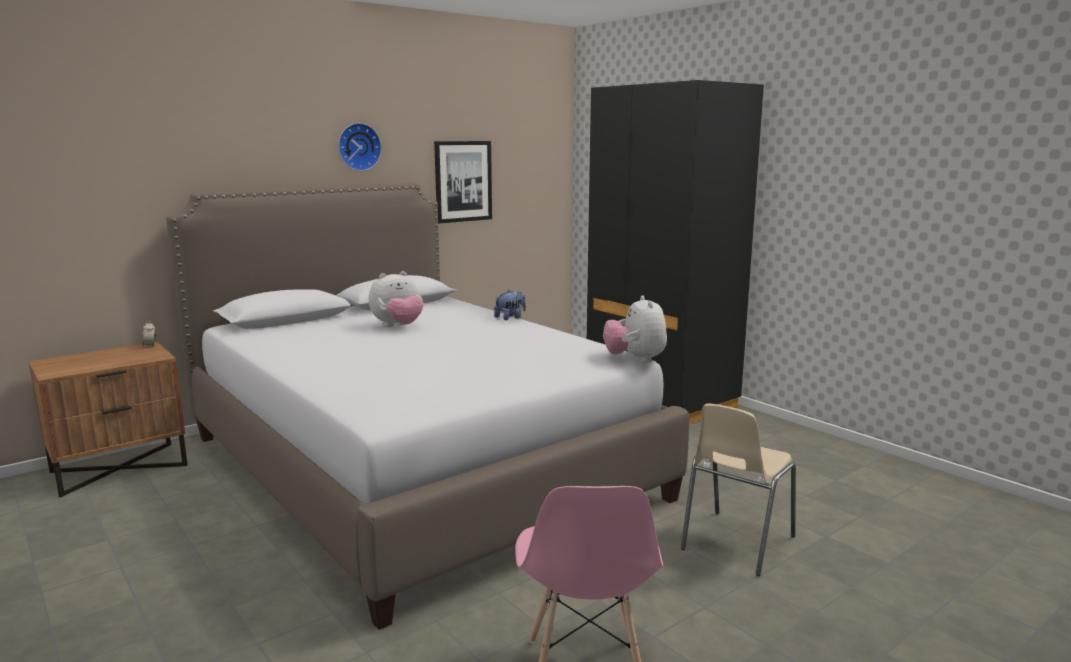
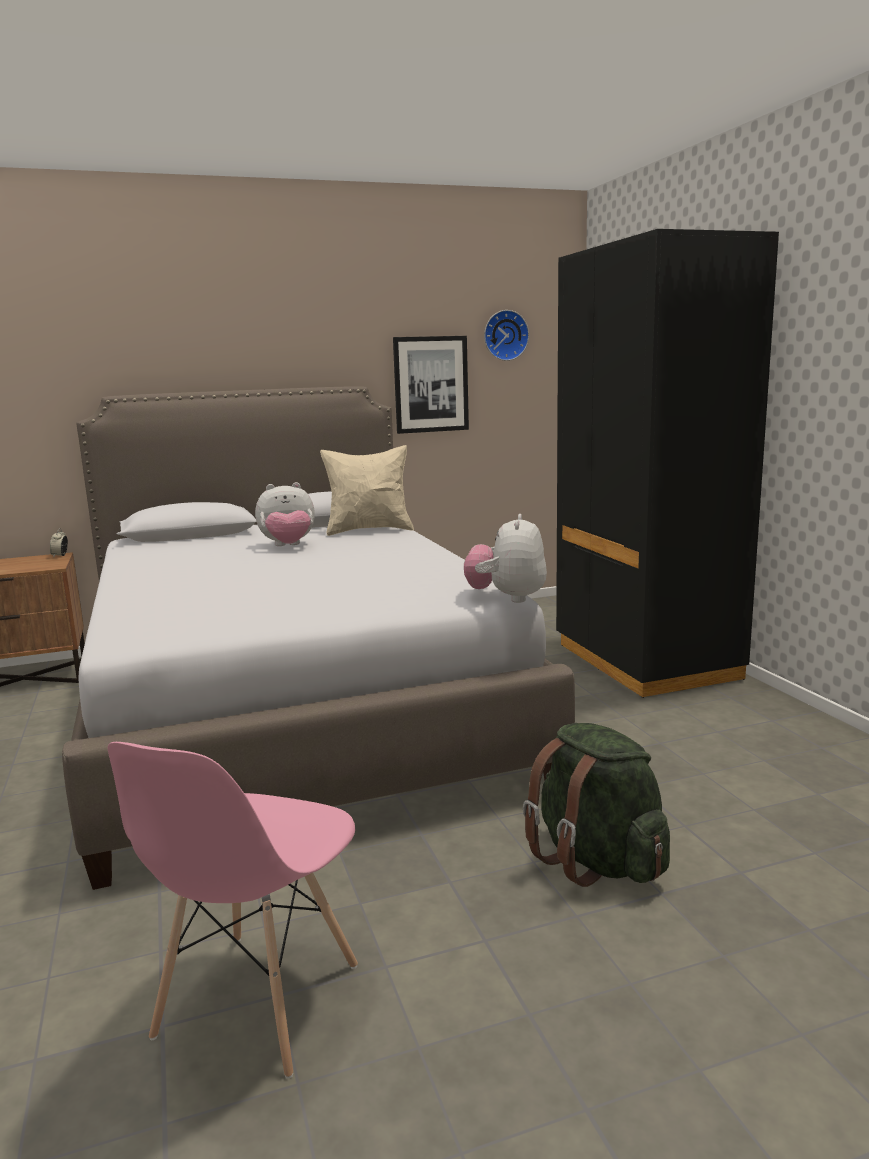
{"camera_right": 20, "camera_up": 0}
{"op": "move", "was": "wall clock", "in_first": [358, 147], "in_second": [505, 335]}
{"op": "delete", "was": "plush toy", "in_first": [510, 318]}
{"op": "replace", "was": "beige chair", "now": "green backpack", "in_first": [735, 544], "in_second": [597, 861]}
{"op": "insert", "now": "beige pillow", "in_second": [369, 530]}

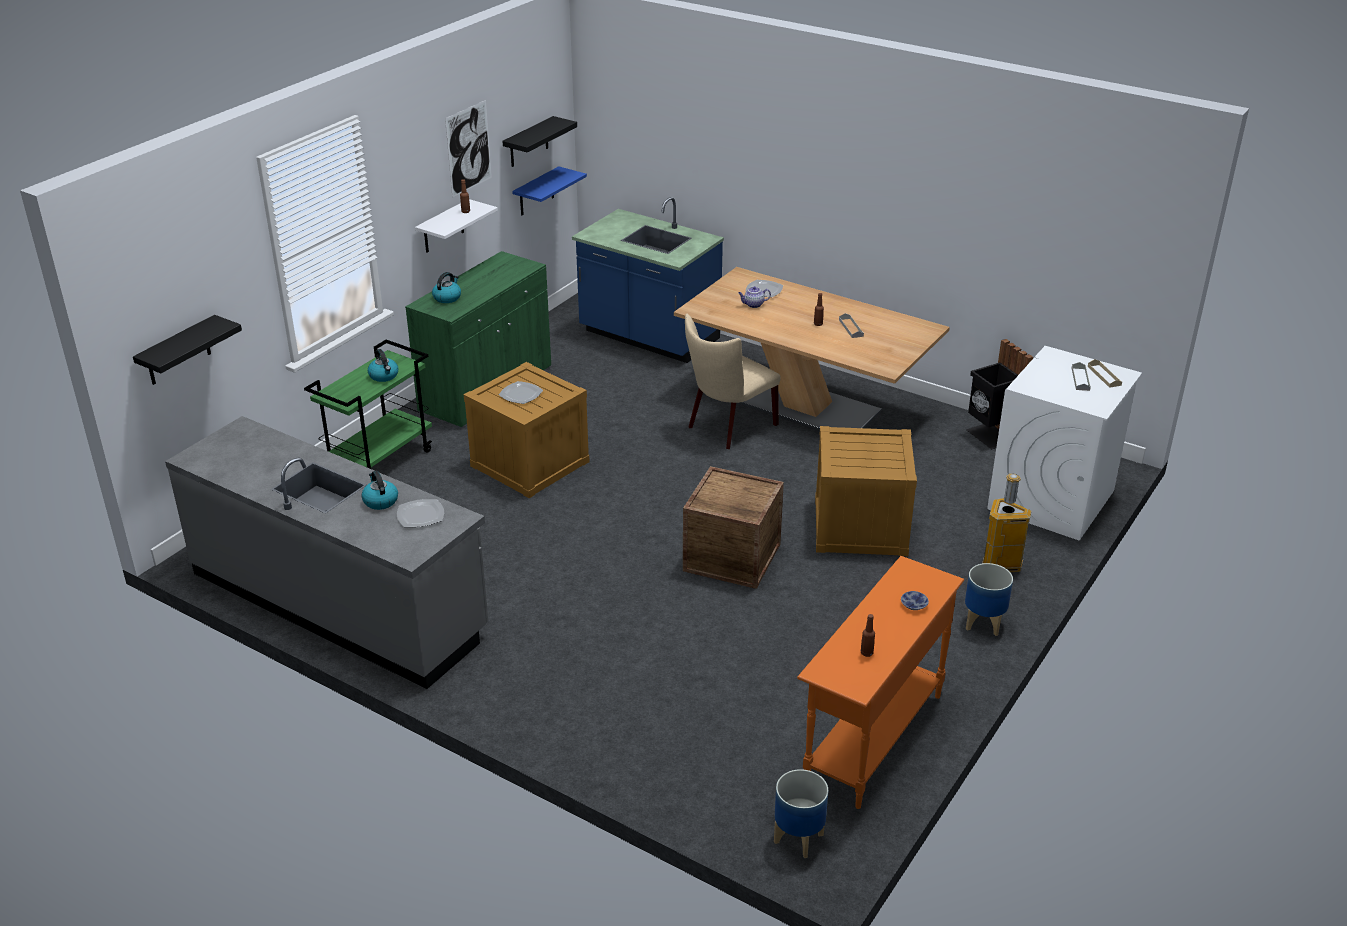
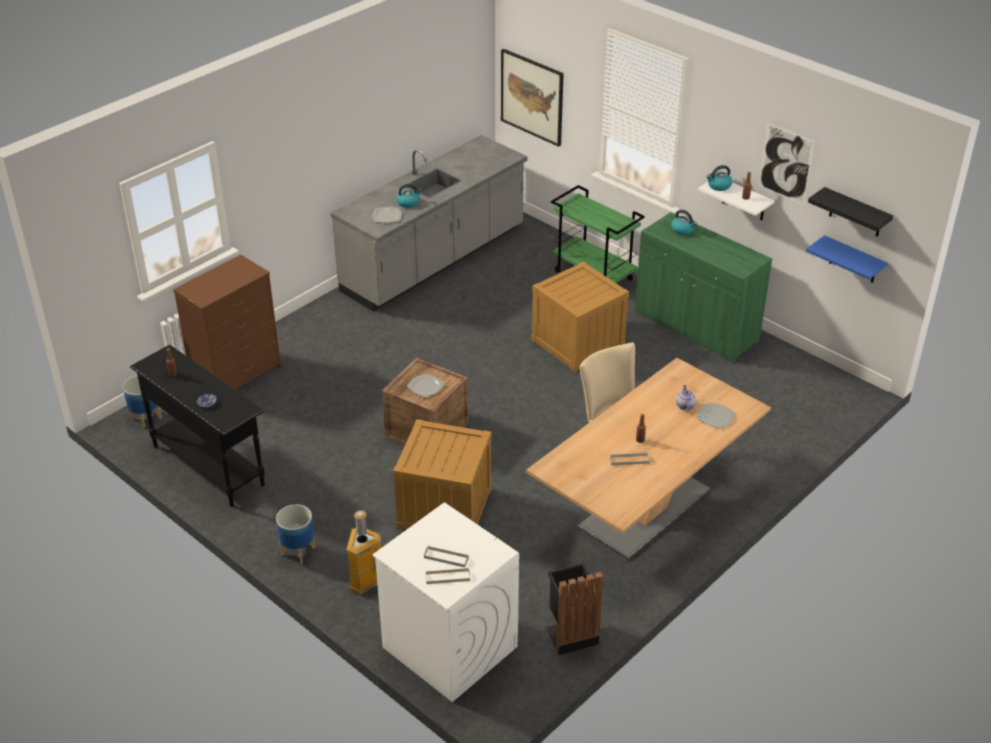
{"camera_right": 100, "camera_up": 5}
{"op": "delete", "was": "blue counter", "in_first": [648, 337]}
{"op": "replace", "was": "black shelf", "now": "picture", "in_first": [178, 351], "in_second": [532, 97]}
{"op": "move", "was": "kettle", "in_first": [384, 376], "in_second": [719, 186]}
{"op": "move", "was": "plate", "in_first": [520, 394], "in_second": [425, 386]}
{"op": "recolor", "was": "orange console table", "now": "black console table", "in_first": [873, 739], "in_second": [208, 465]}
{"op": "insert", "now": "brown dresser", "in_second": [237, 375]}

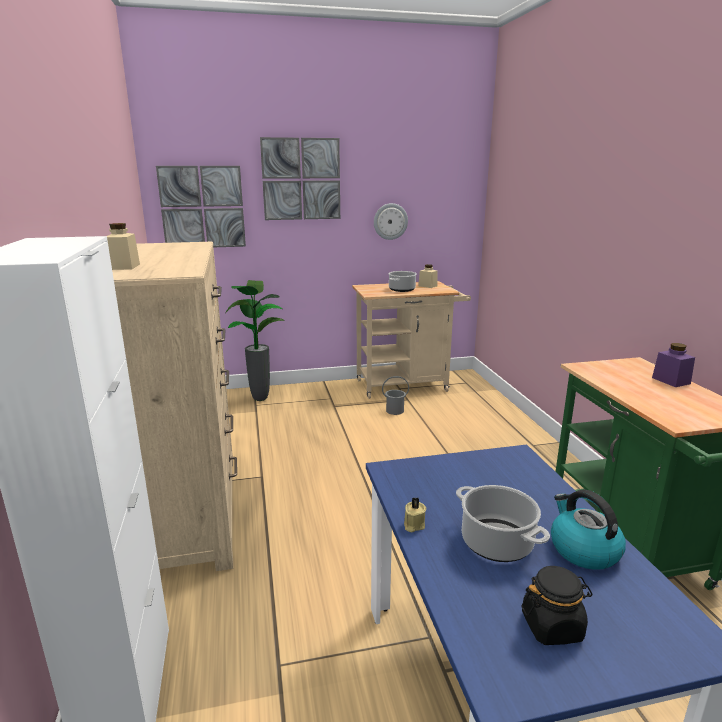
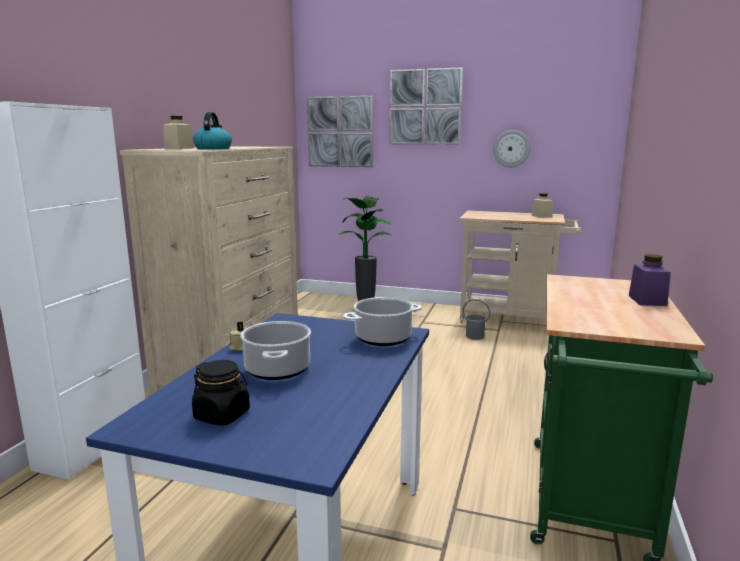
{"camera_right": 30, "camera_up": -5}
{"op": "move", "was": "cooking pot", "in_first": [402, 289], "in_second": [382, 338]}
{"op": "move", "was": "kettle", "in_first": [583, 550], "in_second": [213, 148]}

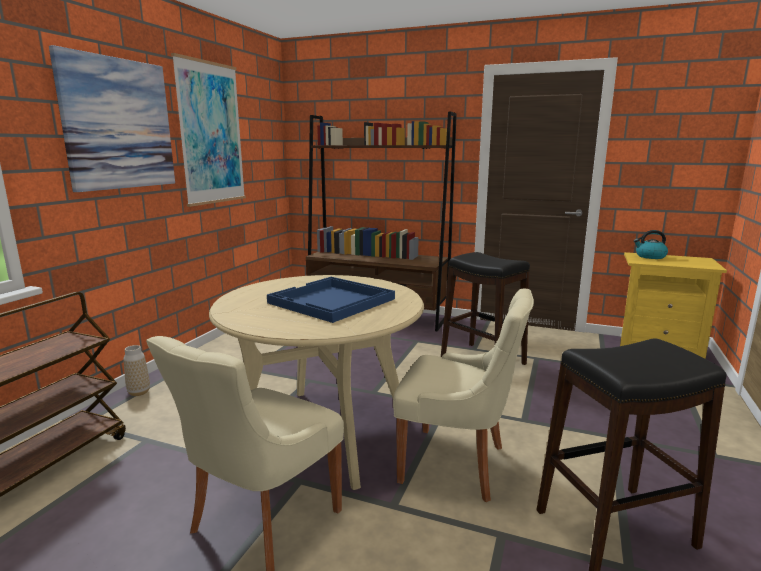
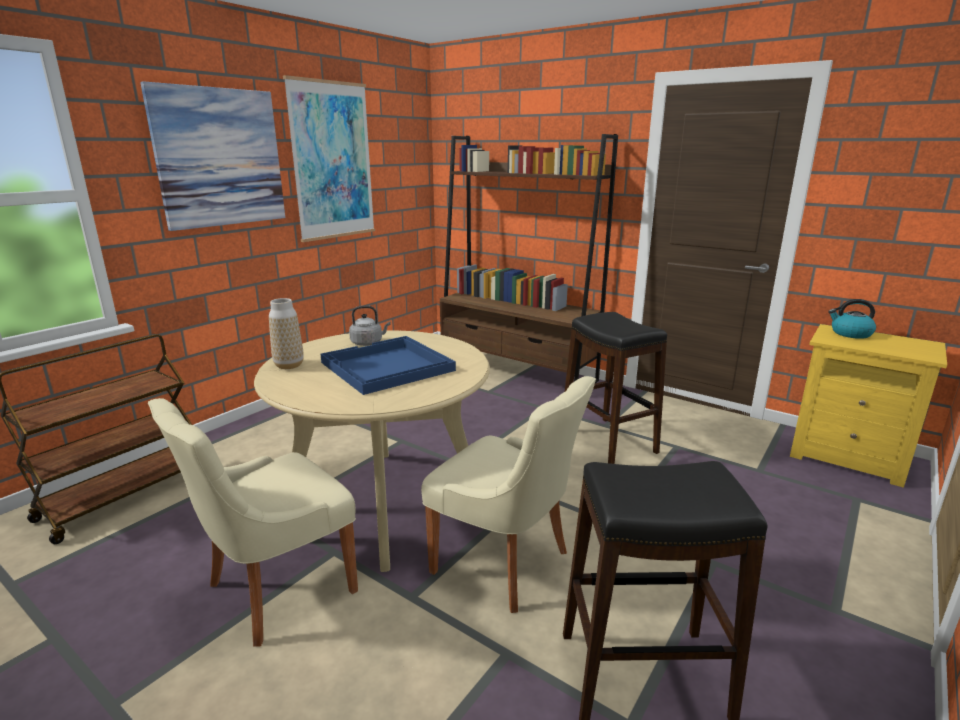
{"camera_right": 15, "camera_up": 5}
{"op": "move", "was": "vase", "in_first": [139, 392], "in_second": [289, 365]}
{"op": "insert", "now": "grey kettle", "in_second": [368, 343]}

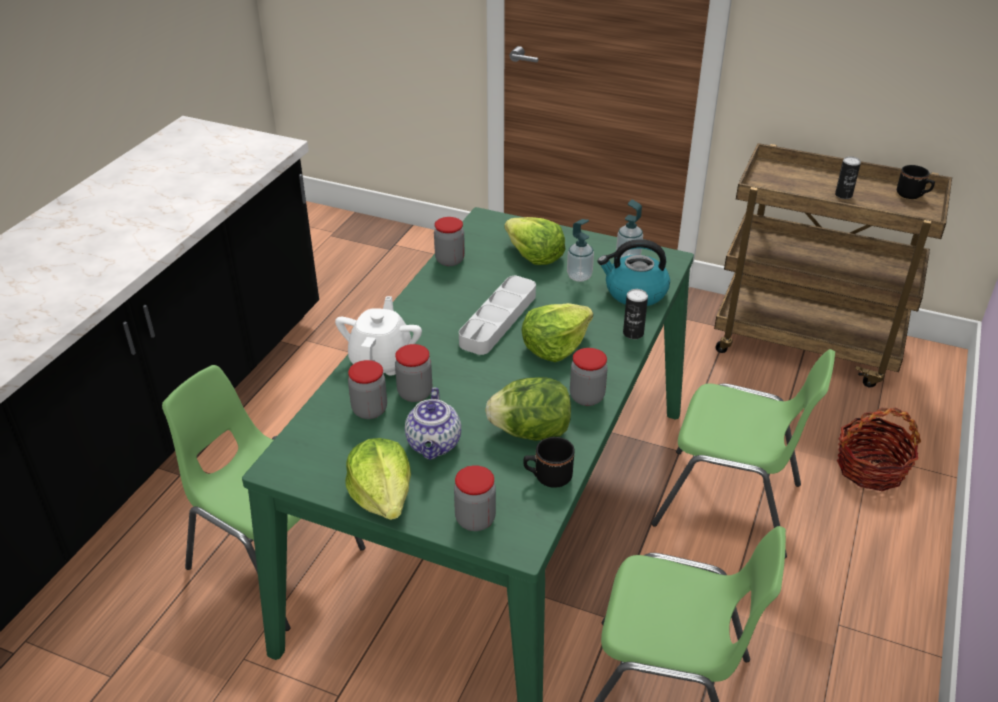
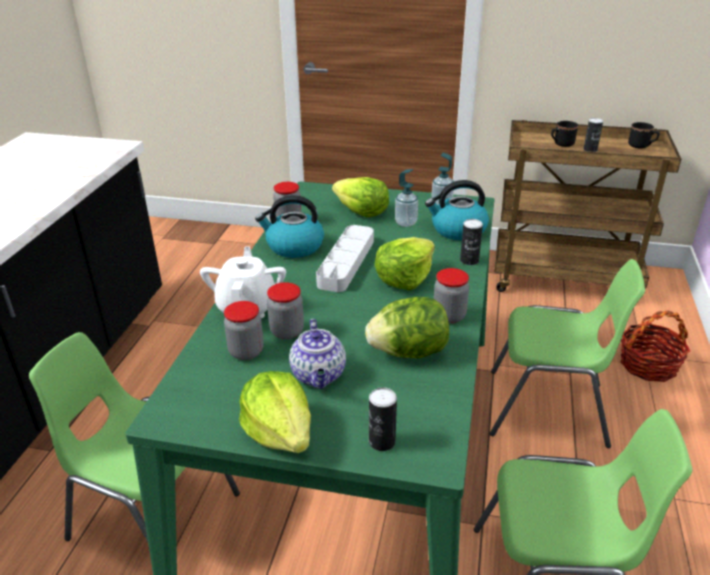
{"camera_right": -10, "camera_up": -5}
{"op": "move", "was": "black mug", "in_first": [547, 477], "in_second": [561, 144]}
{"op": "replace", "was": "jar", "now": "can", "in_first": [475, 519], "in_second": [382, 442]}
{"op": "insert", "now": "kettle", "in_second": [294, 246]}

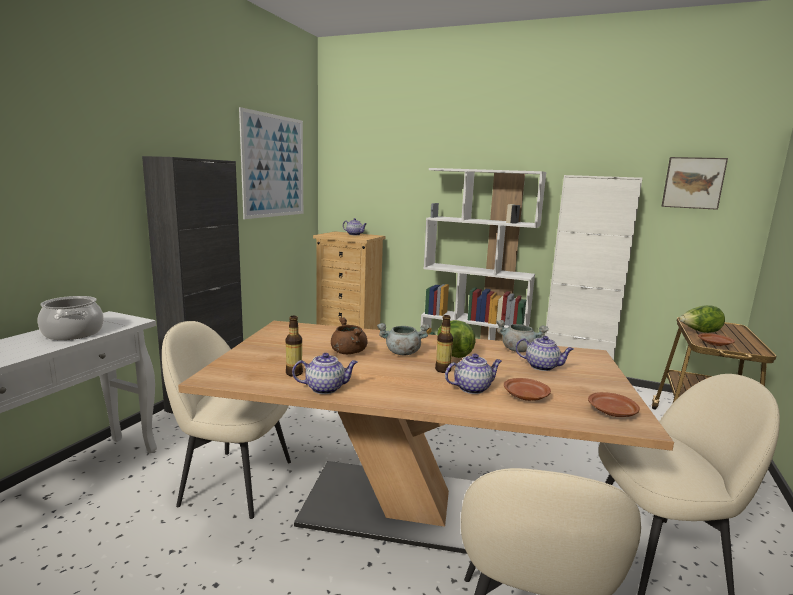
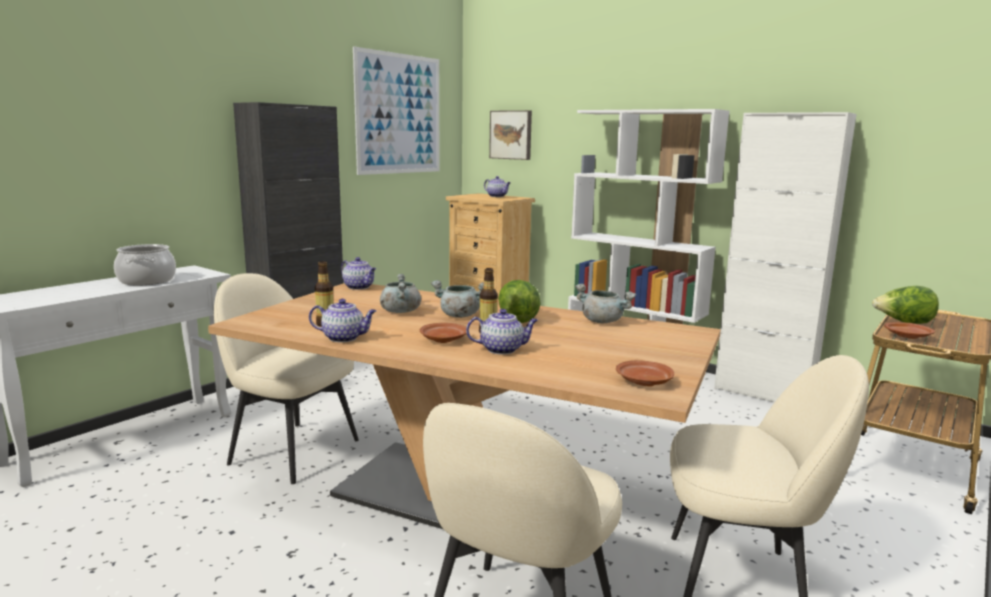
{"camera_right": 15, "camera_up": 0}
{"op": "move", "was": "picture", "in_first": [693, 183], "in_second": [511, 135]}
{"op": "recolor", "was": "brown cooking pot", "now": "grey cooking pot", "in_first": [348, 352], "in_second": [400, 311]}
{"op": "move", "was": "teapot", "in_first": [542, 366], "in_second": [359, 287]}
{"op": "move", "was": "brown plate", "in_first": [525, 396], "in_second": [443, 339]}

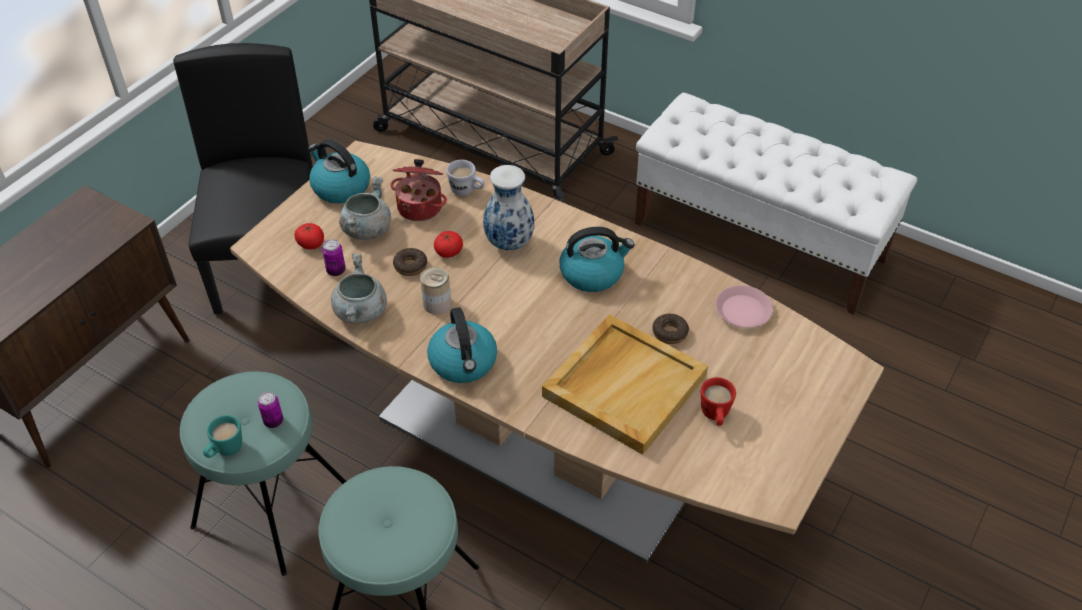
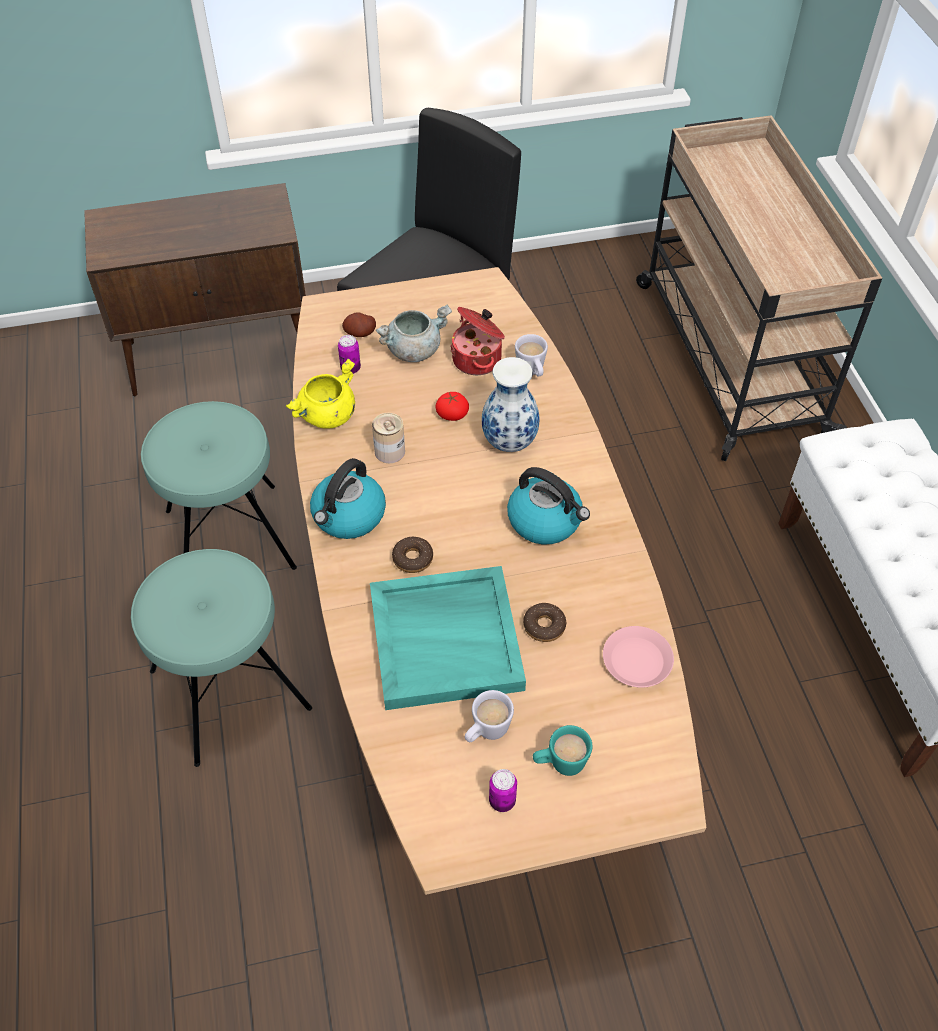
{"camera_right": 45, "camera_up": 5}
{"op": "delete", "was": "kettle", "in_first": [340, 187]}
{"op": "replace", "was": "tomato", "now": "potato", "in_first": [311, 244], "in_second": [360, 333]}
{"op": "move", "was": "donut", "in_first": [410, 266], "in_second": [412, 558]}
{"op": "recolor", "was": "grey cooking pot", "now": "yellow cooking pot", "in_first": [361, 312], "in_second": [327, 416]}
{"op": "recolor", "was": "beige tray", "now": "turquoise tray", "in_first": [624, 385], "in_second": [446, 639]}
{"op": "recolor", "was": "red mug", "now": "white mug", "in_first": [715, 416], "in_second": [486, 732]}
{"op": "move", "was": "can", "in_first": [273, 421], "in_second": [502, 801]}
{"op": "move", "was": "turquoise mug", "in_first": [225, 451], "in_second": [560, 763]}

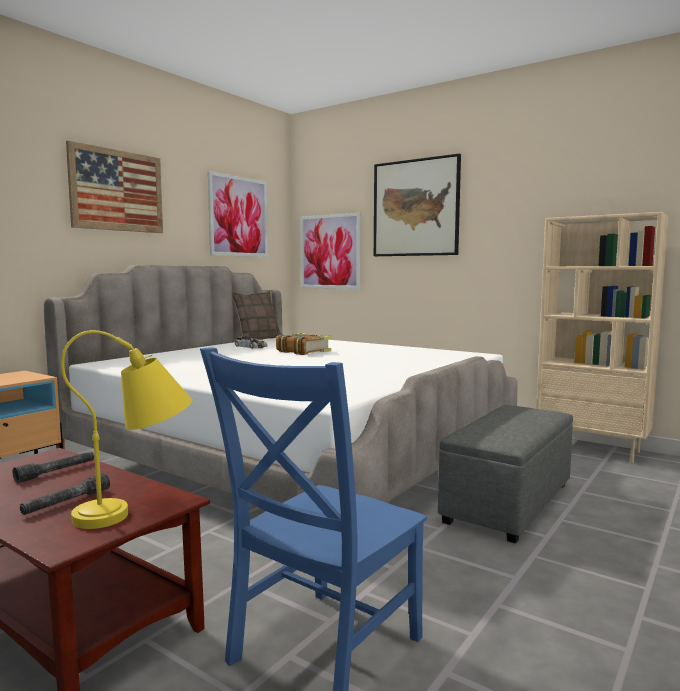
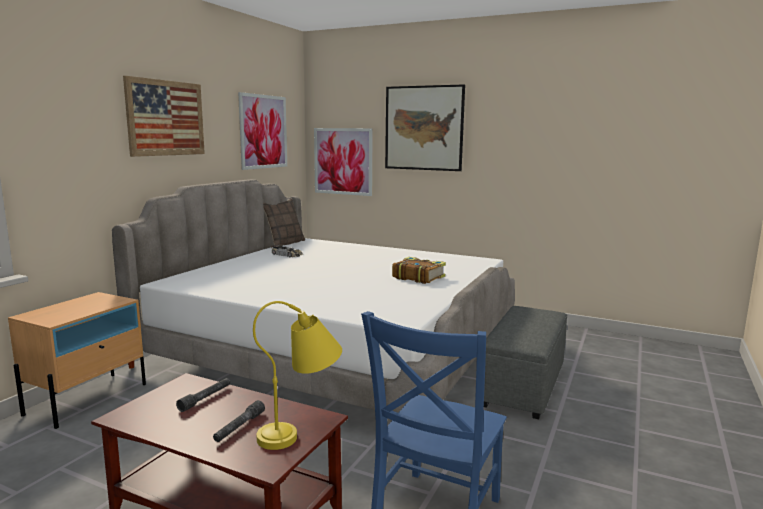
{"camera_right": -10, "camera_up": 5}
{"op": "delete", "was": "beige bookcase", "in_first": [592, 449]}
{"op": "move", "was": "book", "in_first": [303, 351], "in_second": [418, 277]}

